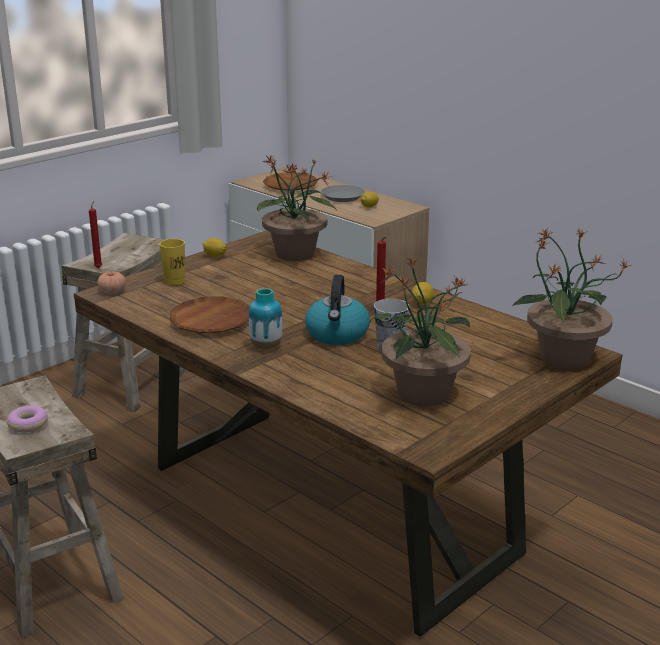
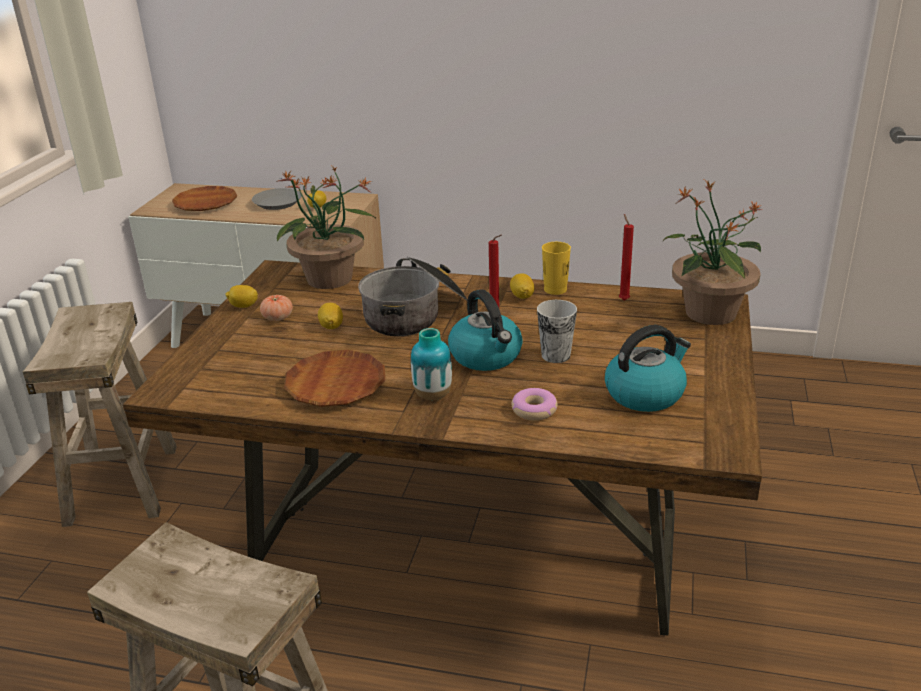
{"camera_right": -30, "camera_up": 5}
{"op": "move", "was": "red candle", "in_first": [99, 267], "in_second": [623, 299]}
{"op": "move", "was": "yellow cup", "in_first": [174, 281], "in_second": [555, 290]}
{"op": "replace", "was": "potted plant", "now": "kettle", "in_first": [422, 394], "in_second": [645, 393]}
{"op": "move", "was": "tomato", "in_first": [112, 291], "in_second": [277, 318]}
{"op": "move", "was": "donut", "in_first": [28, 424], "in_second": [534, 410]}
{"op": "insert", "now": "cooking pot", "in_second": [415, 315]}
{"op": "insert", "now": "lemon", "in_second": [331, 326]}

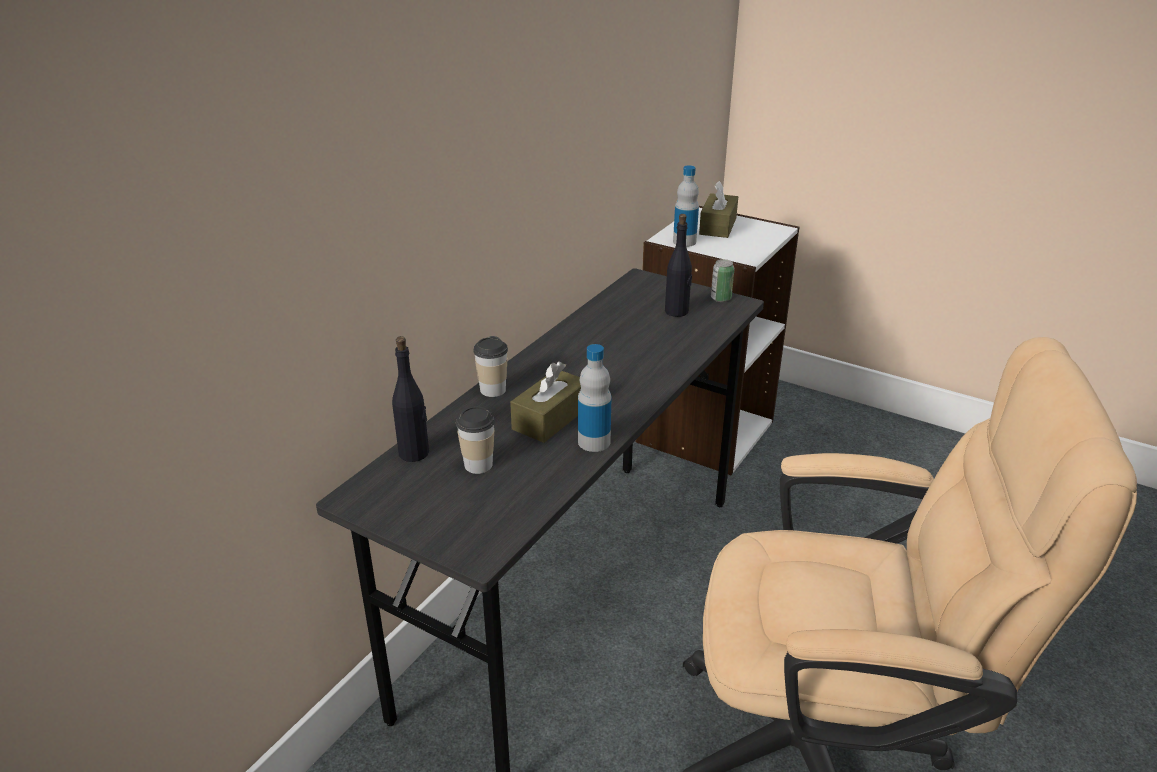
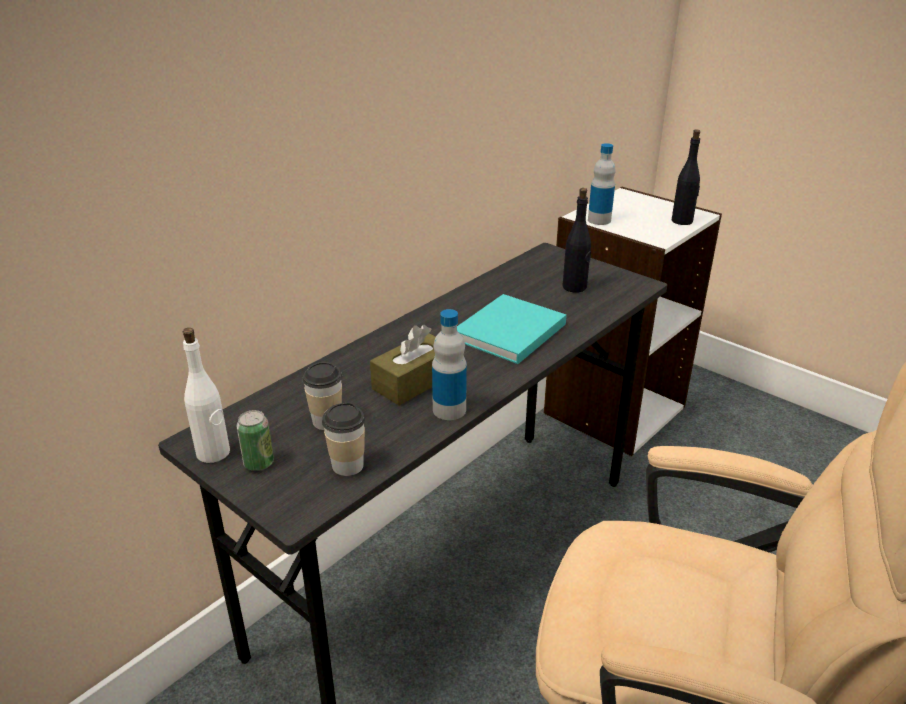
{"camera_right": 10, "camera_up": 0}
{"op": "delete", "was": "brown tissue box", "in_first": [718, 226]}
{"op": "move", "was": "can", "in_first": [721, 298], "in_second": [259, 463]}
{"op": "move", "was": "black bottle", "in_first": [414, 453], "in_second": [682, 221]}
{"op": "move", "was": "cup", "in_first": [492, 390], "in_second": [347, 465]}
{"op": "insert", "now": "turquoise book", "in_second": [508, 333]}
{"op": "insert", "now": "white bottle", "in_second": [213, 453]}

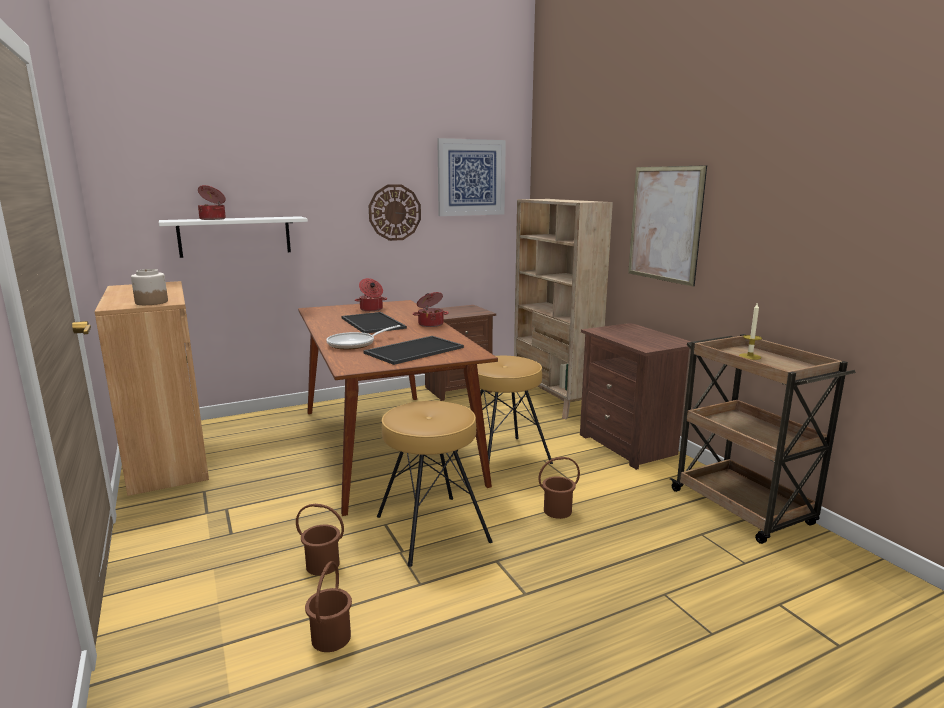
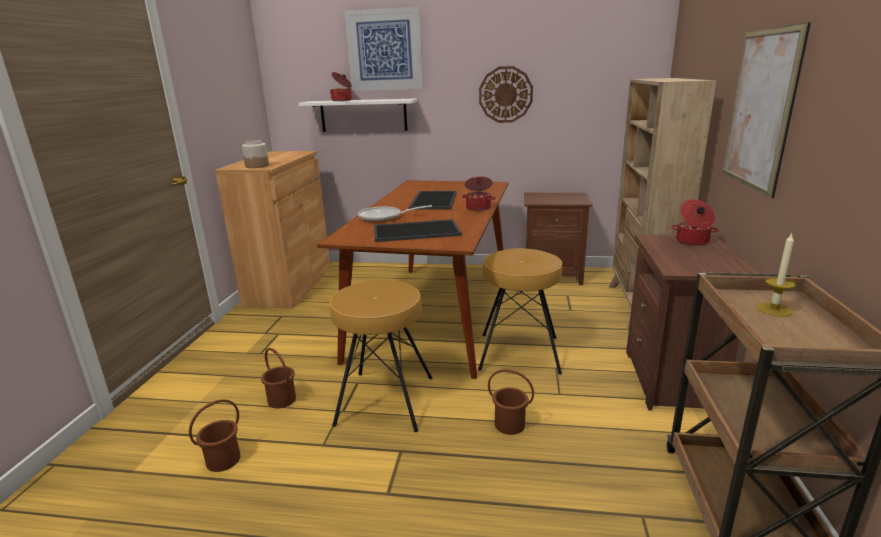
{"camera_right": 35, "camera_up": 5}
{"op": "move", "was": "picture", "in_first": [471, 177], "in_second": [385, 50]}
{"op": "move", "was": "cooking pot", "in_first": [371, 309], "in_second": [692, 242]}

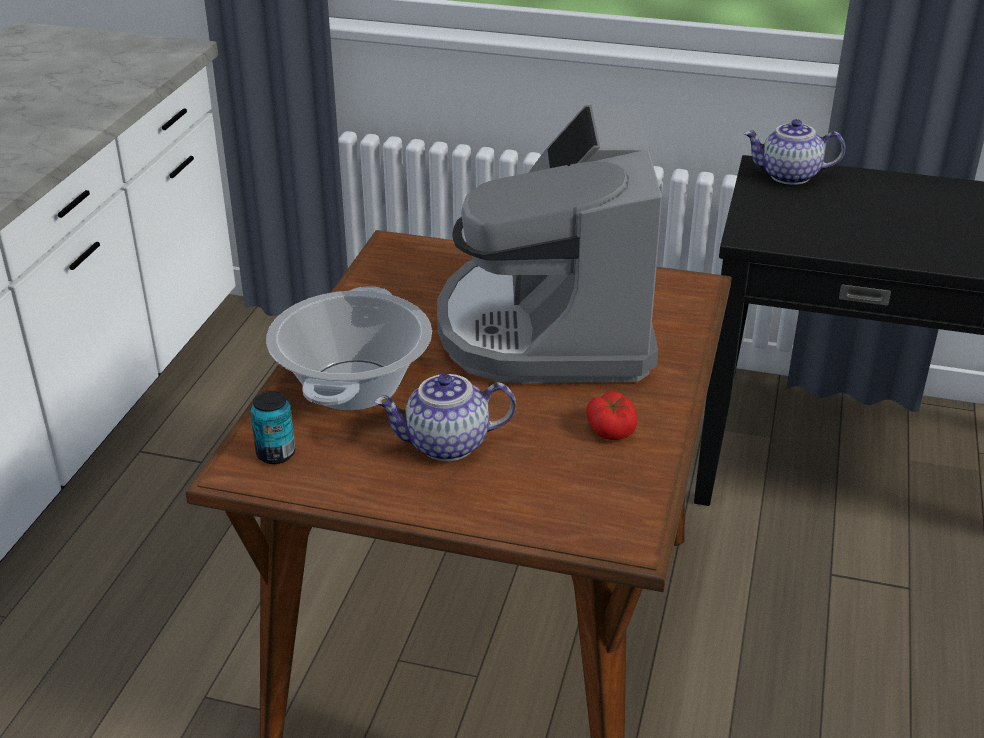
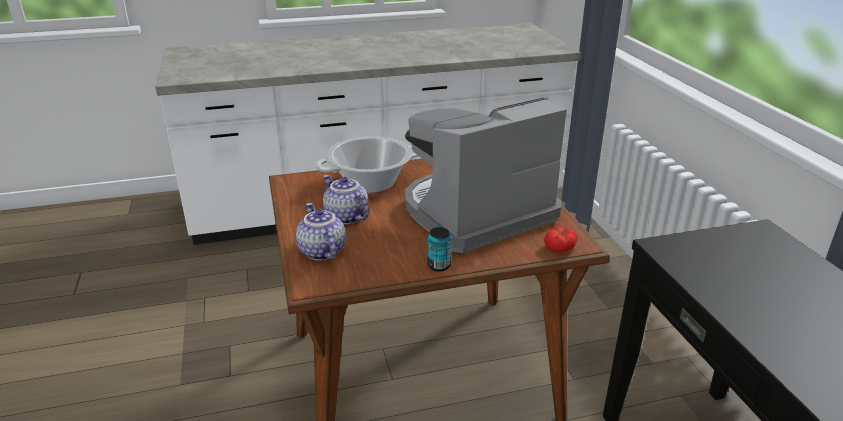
{"camera_right": 60, "camera_up": -5}
{"op": "move", "was": "teapot", "in_first": [788, 176], "in_second": [321, 251]}
{"op": "move", "was": "can", "in_first": [276, 454], "in_second": [439, 266]}
{"op": "move", "was": "tomato", "in_first": [611, 428], "in_second": [560, 247]}

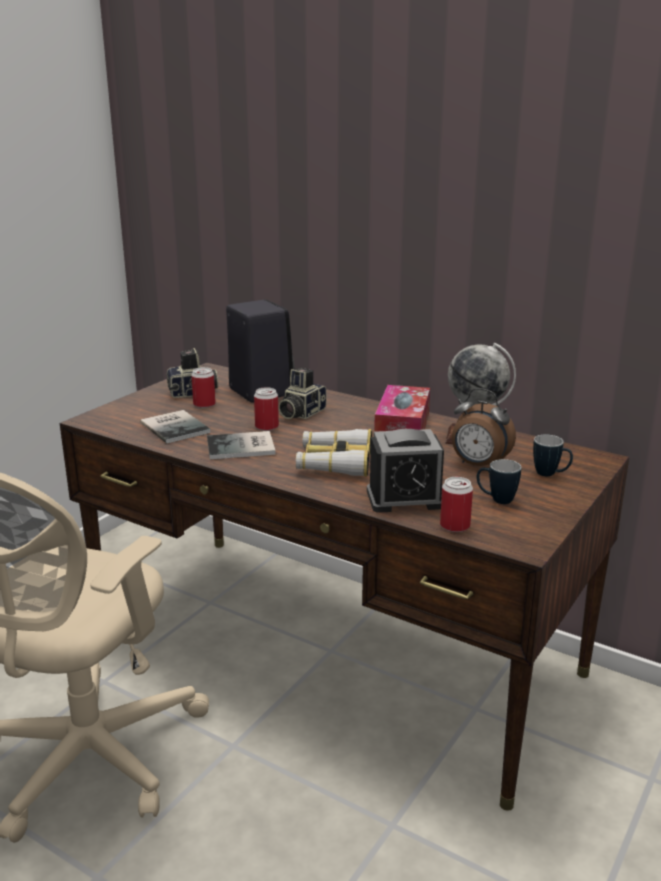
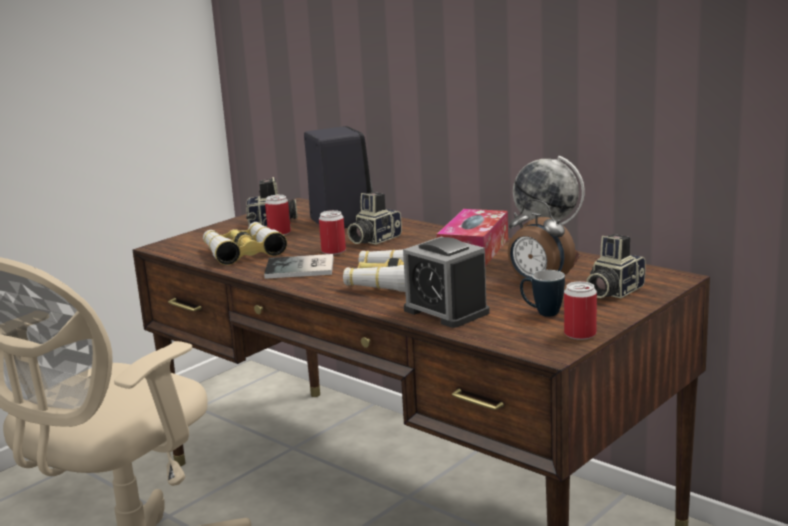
{"camera_right": 10, "camera_up": -5}
{"op": "replace", "was": "book", "now": "binoculars", "in_first": [176, 427], "in_second": [243, 252]}
{"op": "rotate", "was": "alarm clock", "in_first": [405, 498], "in_second": [446, 311], "clockwise": 45}
{"op": "replace", "was": "mug", "now": "photo camera", "in_first": [550, 474], "in_second": [612, 291]}
{"op": "move", "was": "can", "in_first": [455, 526], "in_second": [580, 334]}

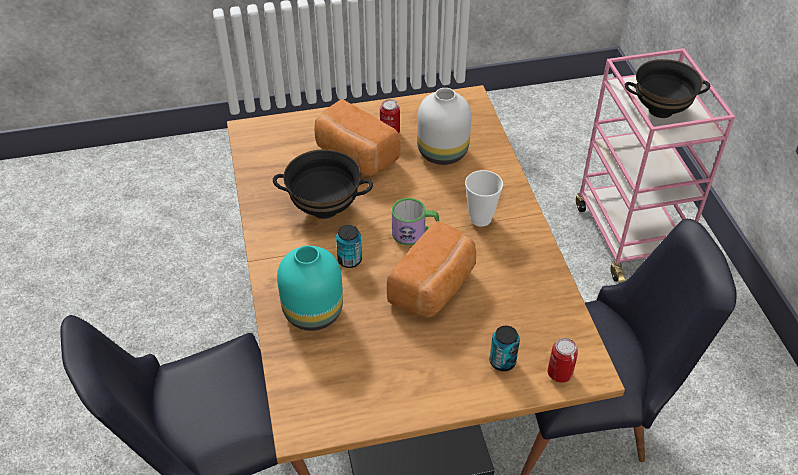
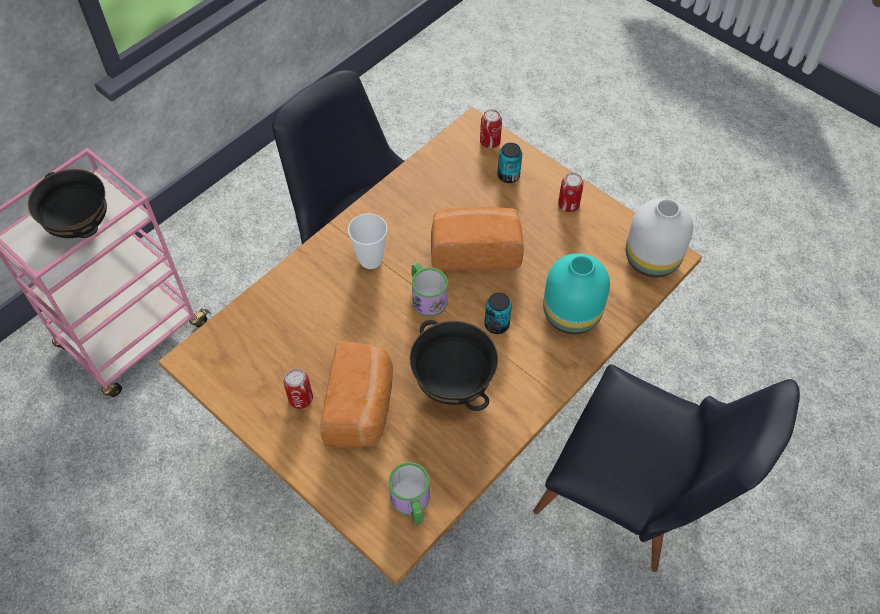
{"camera_right": -125, "camera_up": 10}
{"op": "move", "was": "white vase", "in_first": [442, 151], "in_second": [650, 260]}
{"op": "insert", "now": "can", "in_second": [568, 205]}
{"op": "insert", "now": "mug", "in_second": [412, 503]}

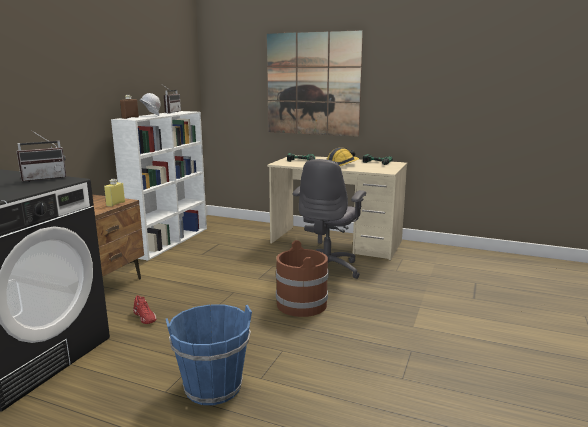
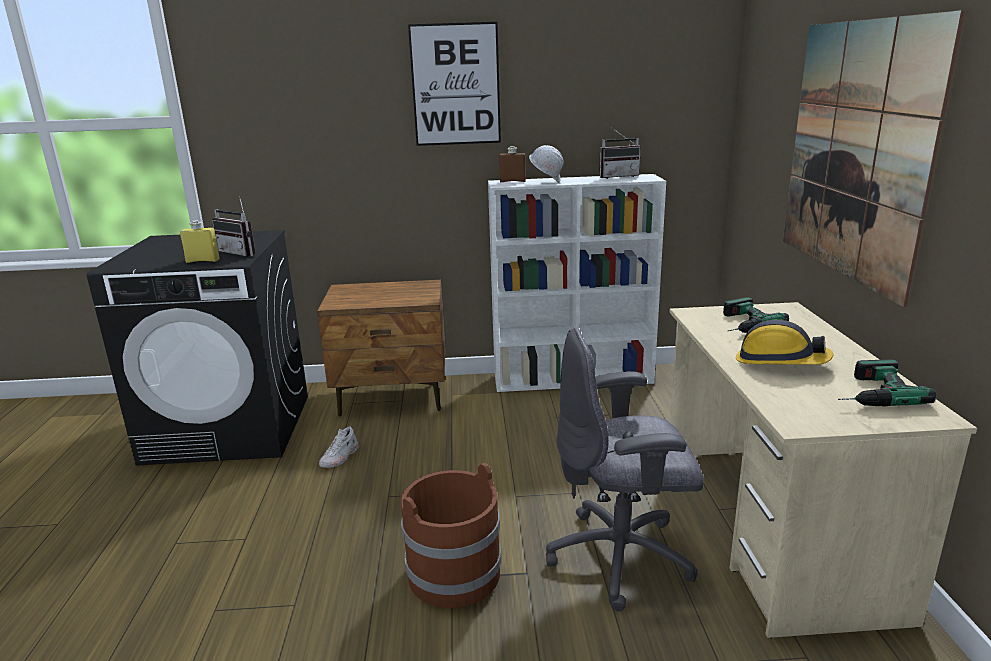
{"camera_right": 65, "camera_up": 5}
{"op": "move", "was": "yellow bottle", "in_first": [115, 204], "in_second": [203, 261]}
{"op": "recolor", "was": "red shoe", "now": "white shoe", "in_first": [145, 317], "in_second": [340, 457]}
{"op": "delete", "was": "blue bucket", "in_first": [213, 387]}
{"op": "insert", "now": "picture", "in_second": [455, 85]}

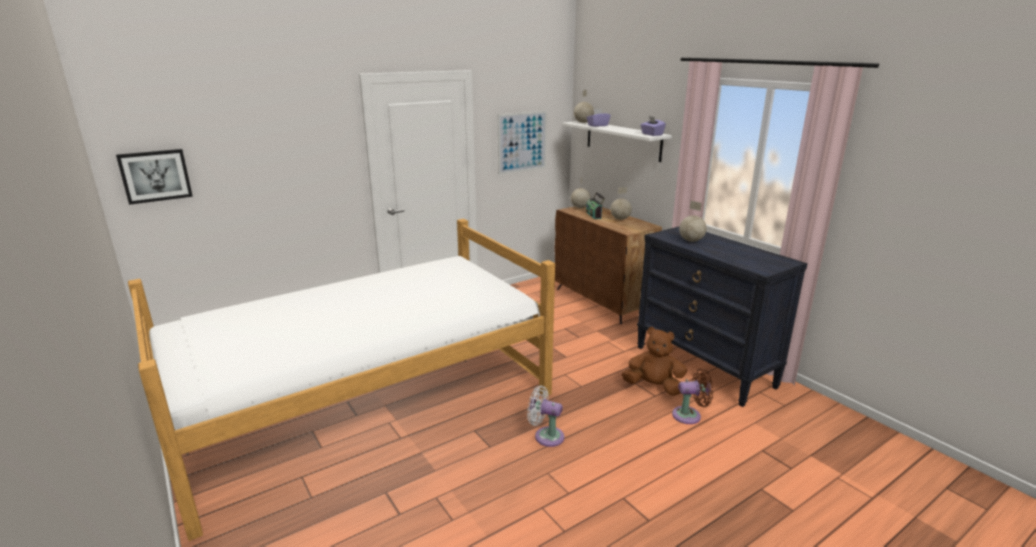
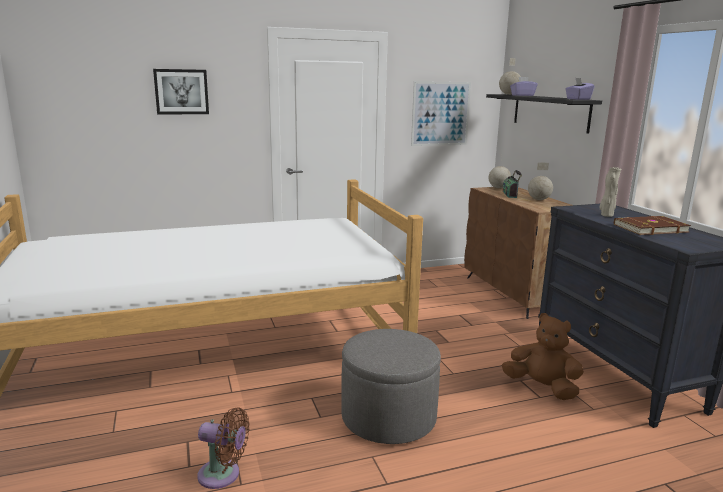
{"camera_right": 15, "camera_up": -5}
{"op": "recolor", "was": "white shelf", "now": "black shelf", "in_first": [623, 140], "in_second": [550, 112]}
{"op": "move", "was": "picture", "in_first": [155, 176], "in_second": [181, 91]}
{"op": "replace", "was": "globe", "now": "beige vase", "in_first": [691, 240], "in_second": [606, 215]}
{"op": "move", "was": "brown fan", "in_first": [689, 415], "in_second": [223, 475]}
{"op": "replace", "was": "white fan", "now": "grey ottoman", "in_first": [546, 436], "in_second": [388, 417]}
{"op": "insert", "now": "brown book", "in_second": [649, 228]}

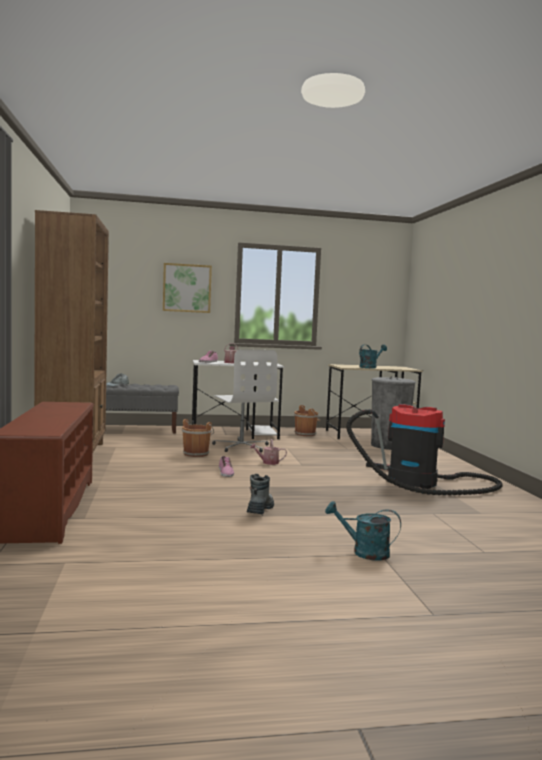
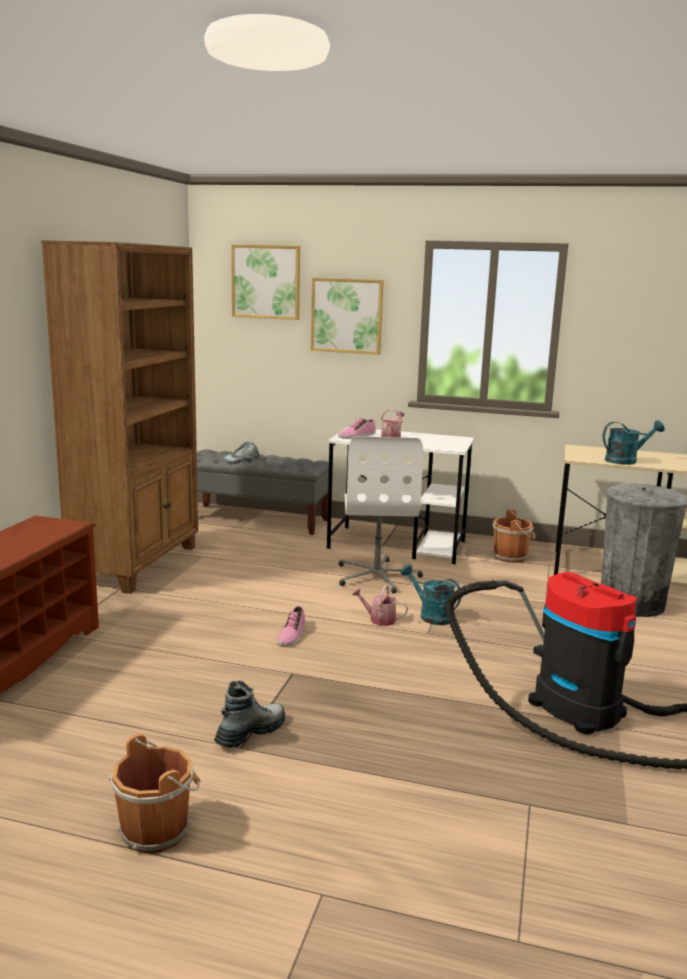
{"camera_right": 25, "camera_up": 10}
{"op": "move", "was": "brown bucket", "in_first": [196, 453], "in_second": [158, 829]}
{"op": "move", "was": "turquoise watering can", "in_first": [364, 552], "in_second": [431, 615]}
{"op": "insert", "now": "picture", "in_second": [266, 282]}

